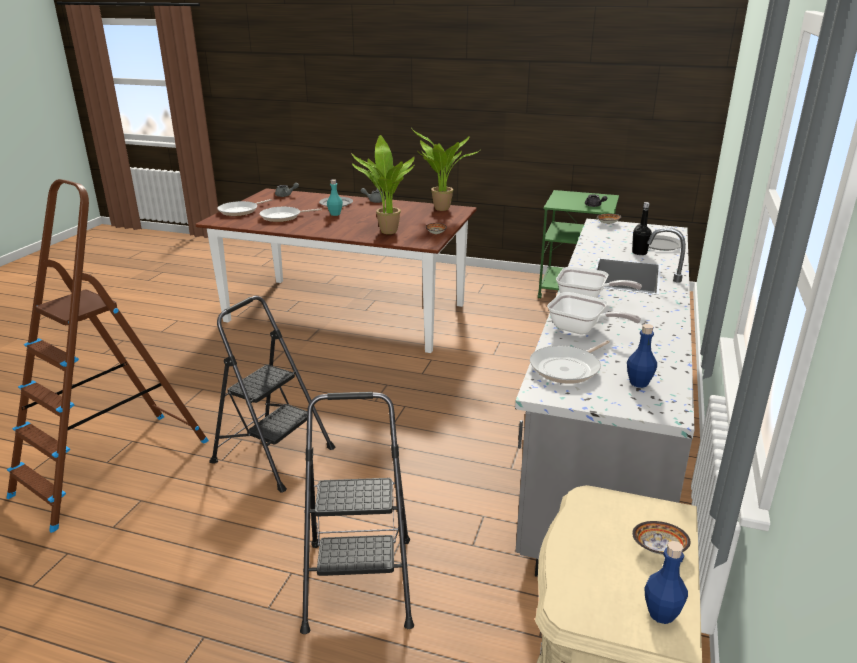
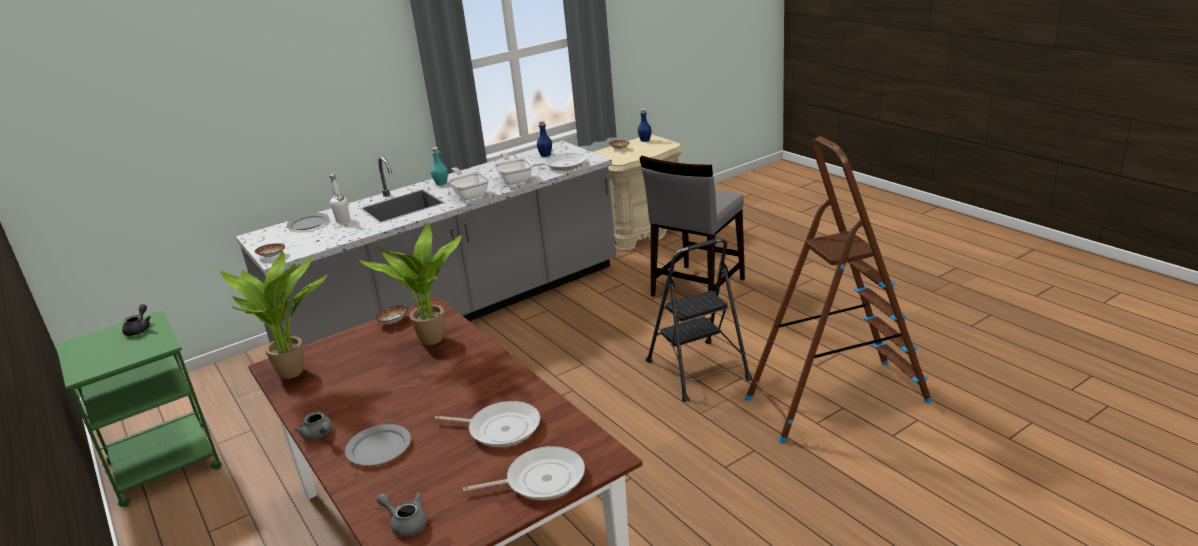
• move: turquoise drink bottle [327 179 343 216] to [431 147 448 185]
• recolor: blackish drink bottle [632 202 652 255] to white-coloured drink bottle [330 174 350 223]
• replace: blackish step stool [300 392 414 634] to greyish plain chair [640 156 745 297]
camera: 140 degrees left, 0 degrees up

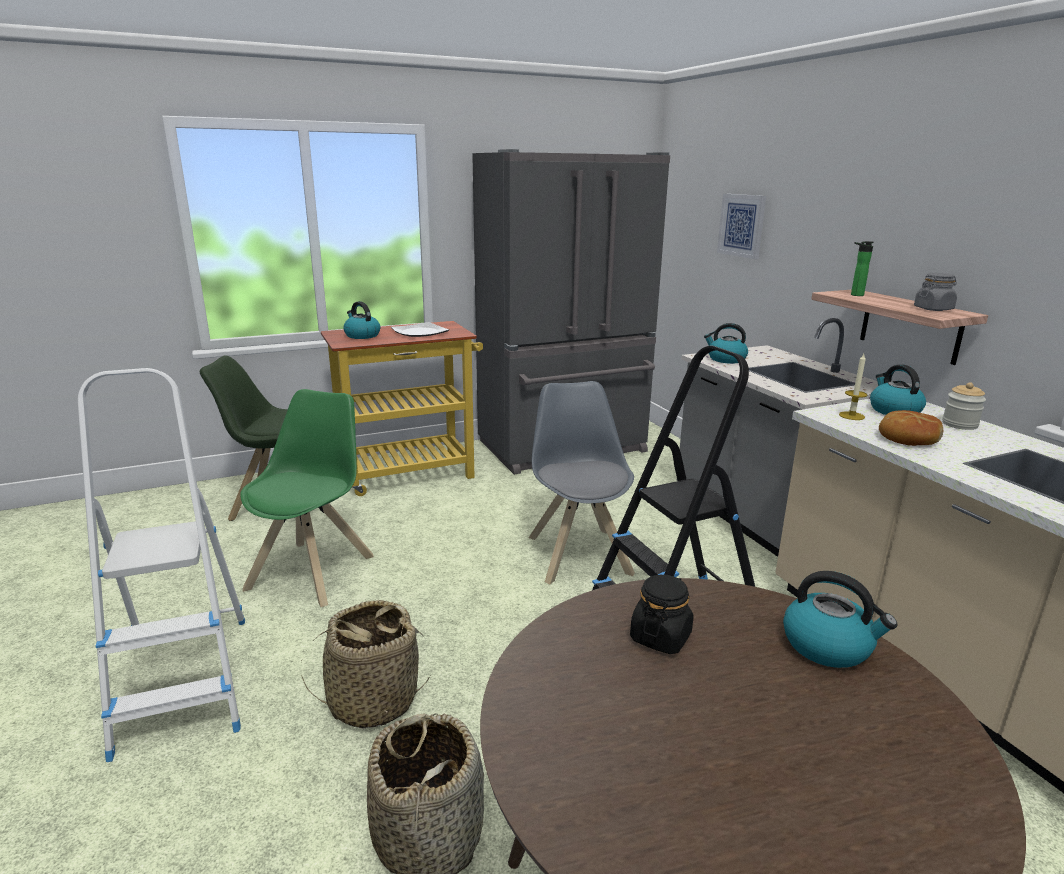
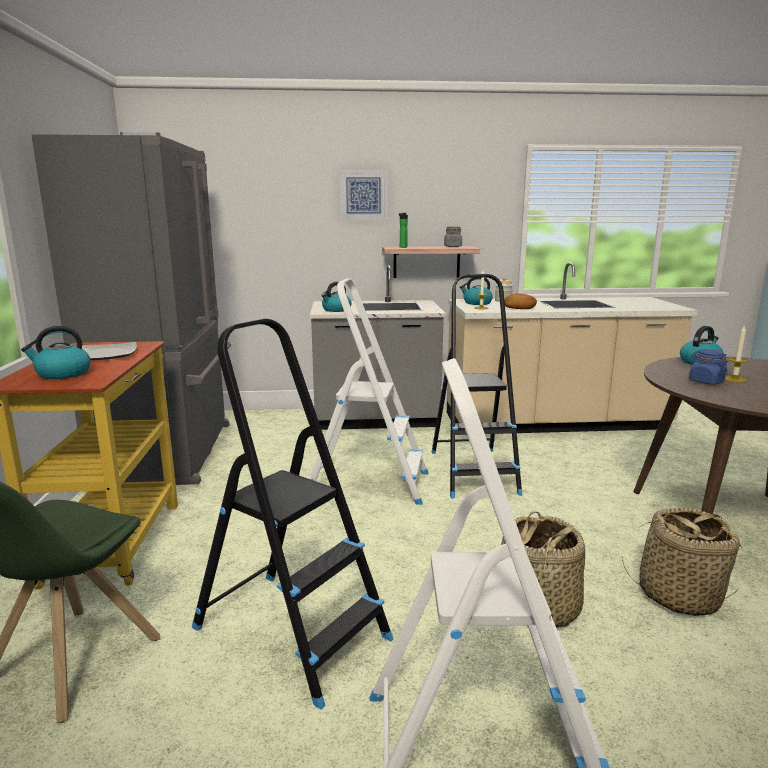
• move: wall art [717 194 766 259] to [339 170 387 220]
• replace: greyish plain chair [528 381 635 584] to white-coloured step stool [310 278 429 505]
• replace: green plain chair [240 389 374 607] to blackish step stool [192 319 393 709]
• recolor: blackish preserve jar [630 575 693 654] to blue-coloured preserve jar [689 349 728 384]
• insert: wax light [725 326 748 382]
camera: 70 degrees left, 5 degrees down

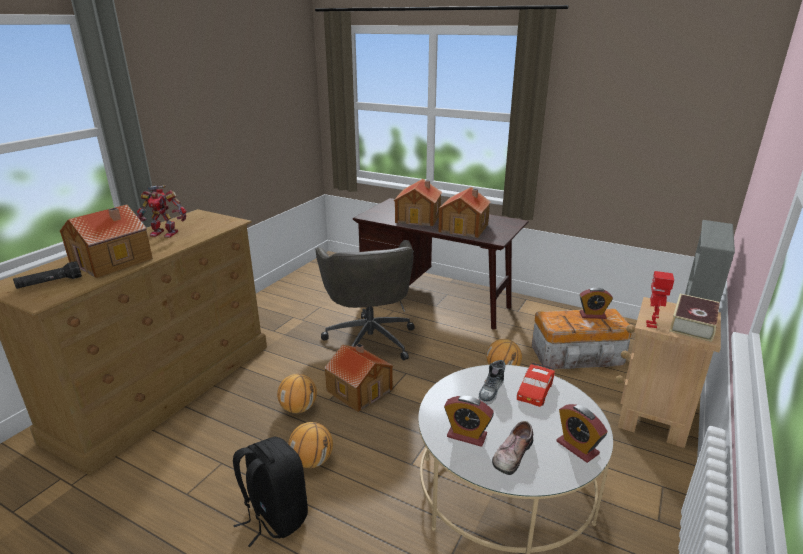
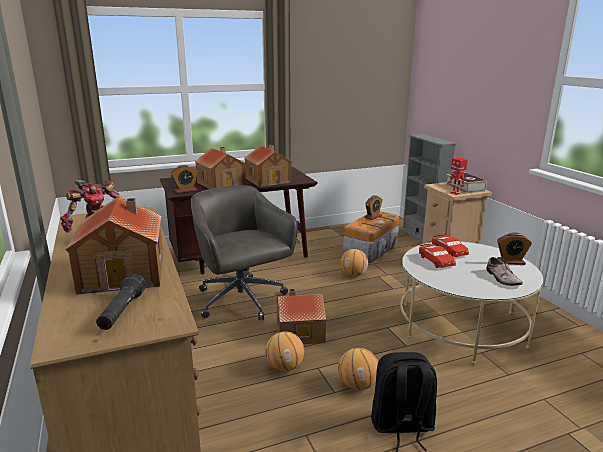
• rotate: greyish computer chair [315 240 415 360] = [191 185 298 320] 150 degrees counterclockwise
• replace: item of footwear [479 360 506 404] to reddish miniature car [419 243 456 268]
• move: bedside clock [444 396 494 447] to [170 165 198 194]
camera: 50 degrees left, 5 degrees down

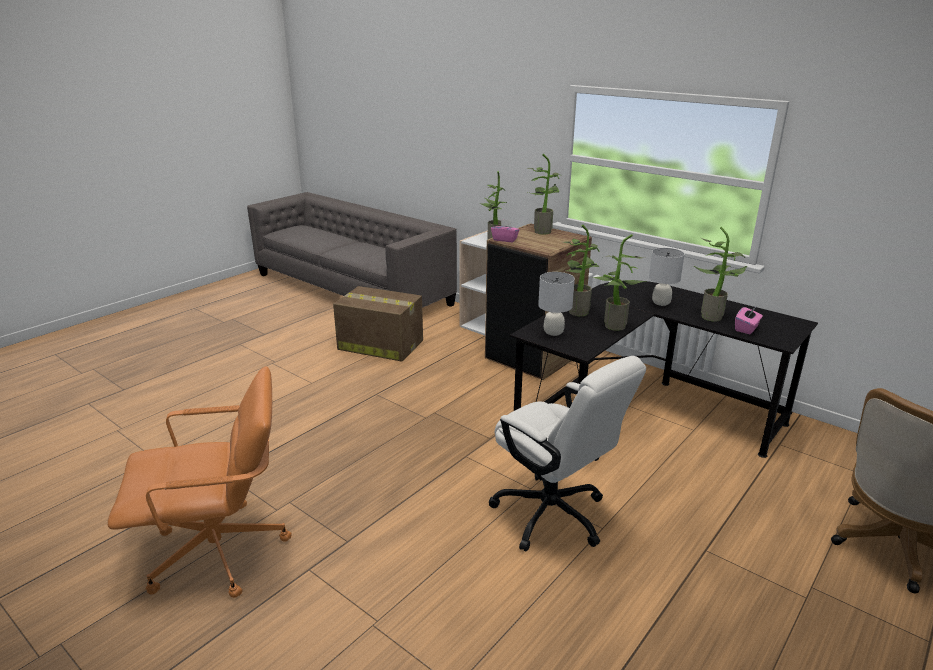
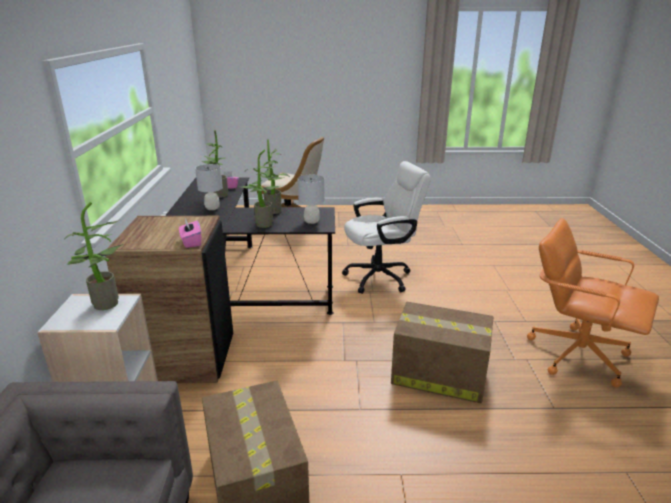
• delete: potted plant [528 154 560 235]
• rotate: white-coloured computer chair [488 356 646 551] = [342 161 431 294] 60 degrees clockwise
• insert: packing box [391 302 493 403]
camera: 130 degrees left, 0 degrees up

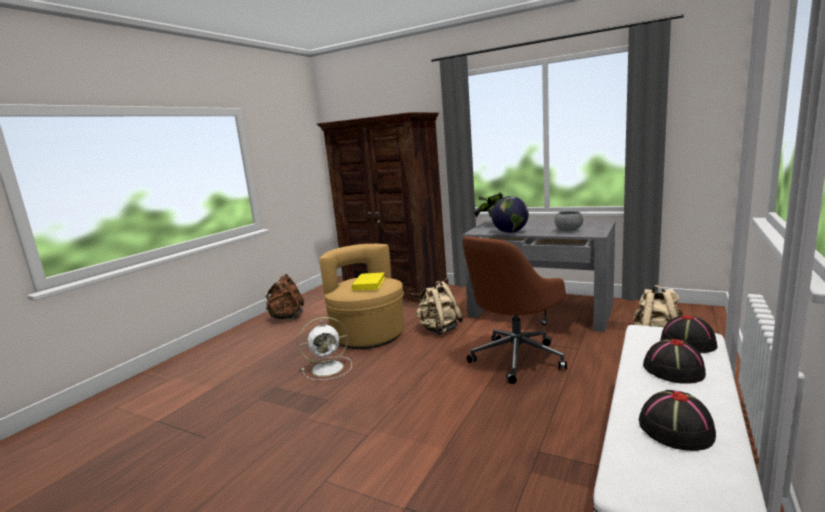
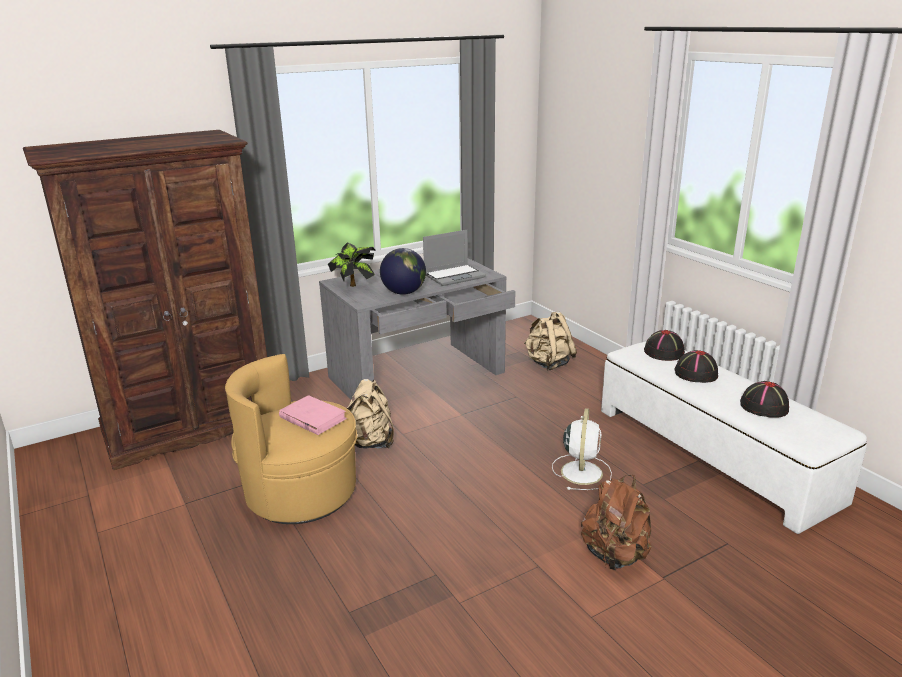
• replace: greyish serving bowl [555 211 583 232] to notebook computer [423 230 486 286]
• delete: brown-coloured computer chair [462 236 567 384]
• recolor: yellow bound book [351 273 386 291] to pink bound book [279 395 347 435]
• move: brown-coloured knapsack [265 274 304 319] to [581 475 651 570]
• move: white-coloured cooling fan [299 317 352 380] to [552 408 612 490]
camera: 60 degrees left, 10 degrees up

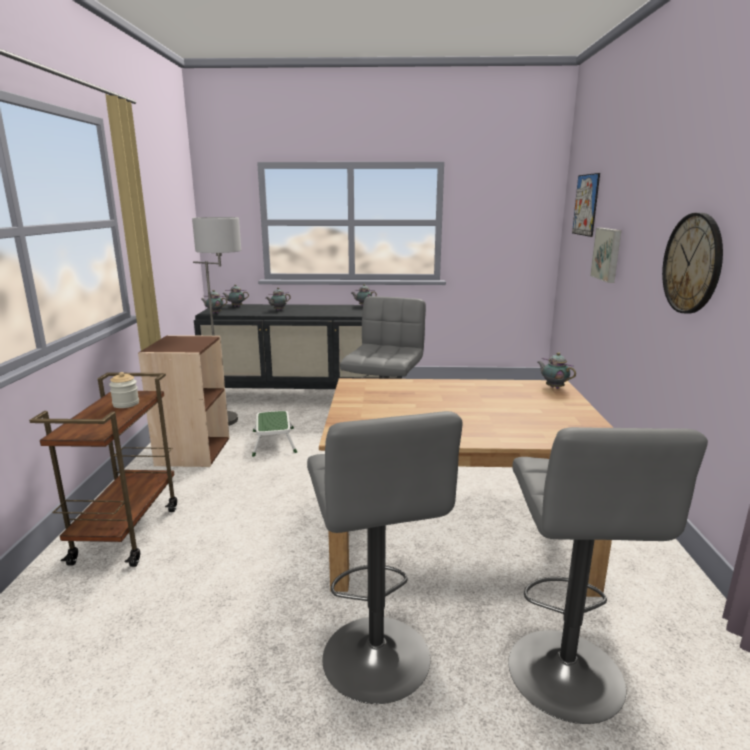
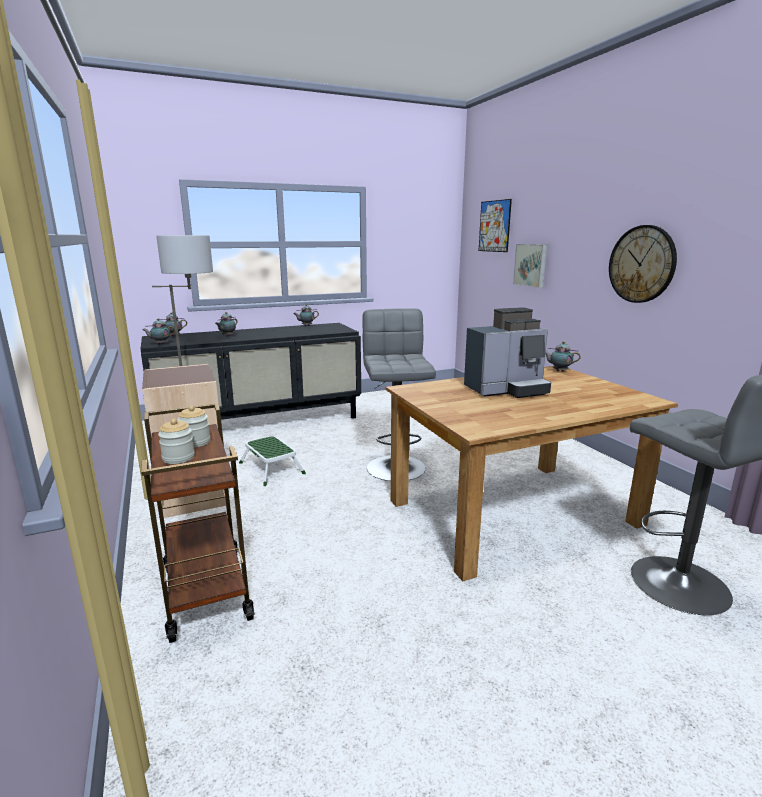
• delete: greyish sitting stool [307 411 462 704]
• insert: coffee brewer [464 307 551 398]
• insert: preserve jar [158 419 195 464]
camera: 25 degrees left, 0 degrees up

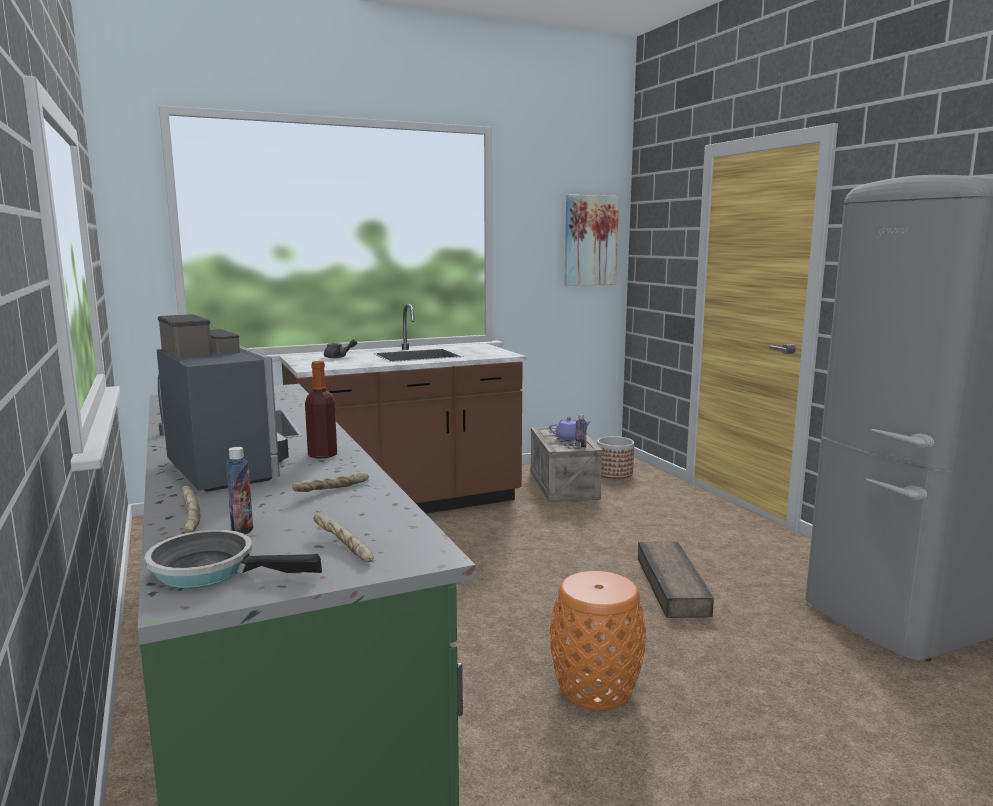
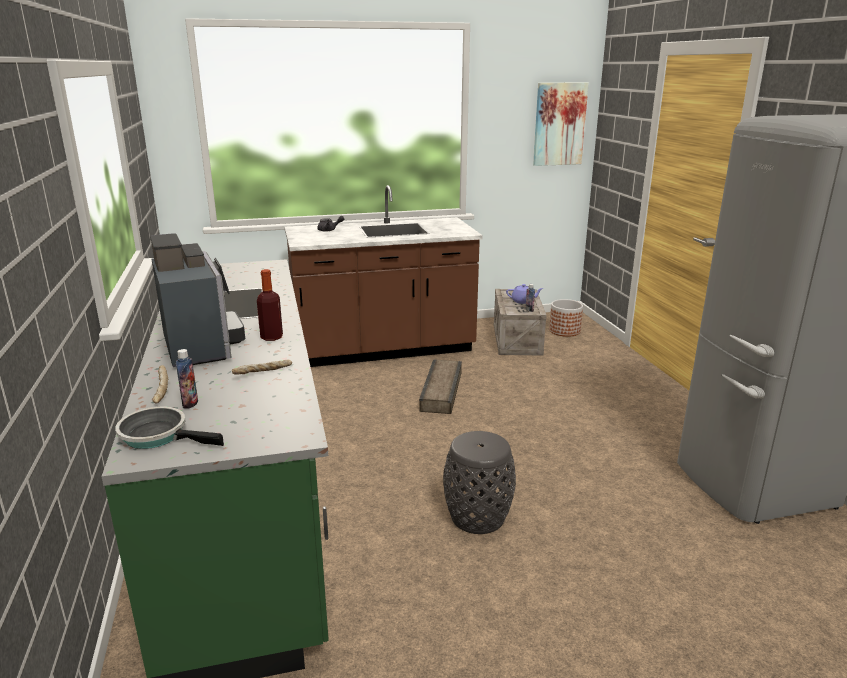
• delete: bakery bread [313 513 373 562]
• move: packing crate [638 542 714 618] to [419 359 462 414]
• recolor: orange-coloured sitting stool [550 571 646 711] to greyish sitting stool [443 431 516 534]
camera: 10 degrees right, 10 degrees up

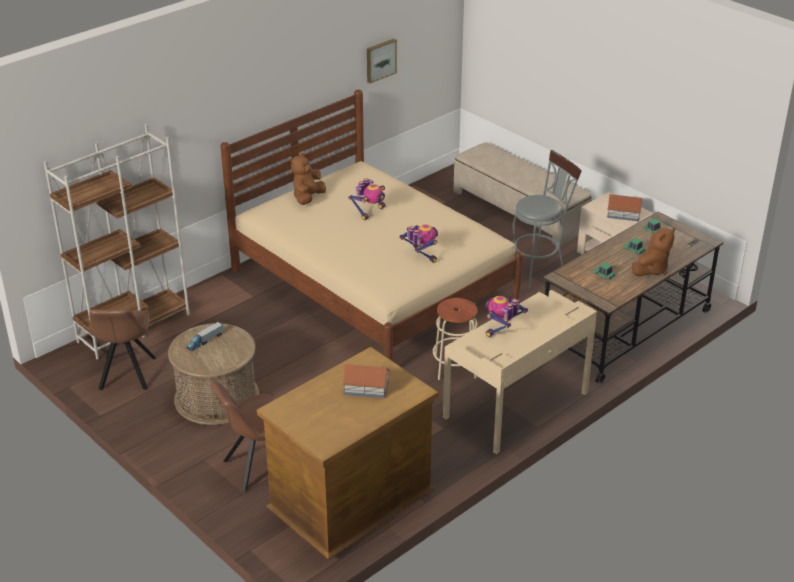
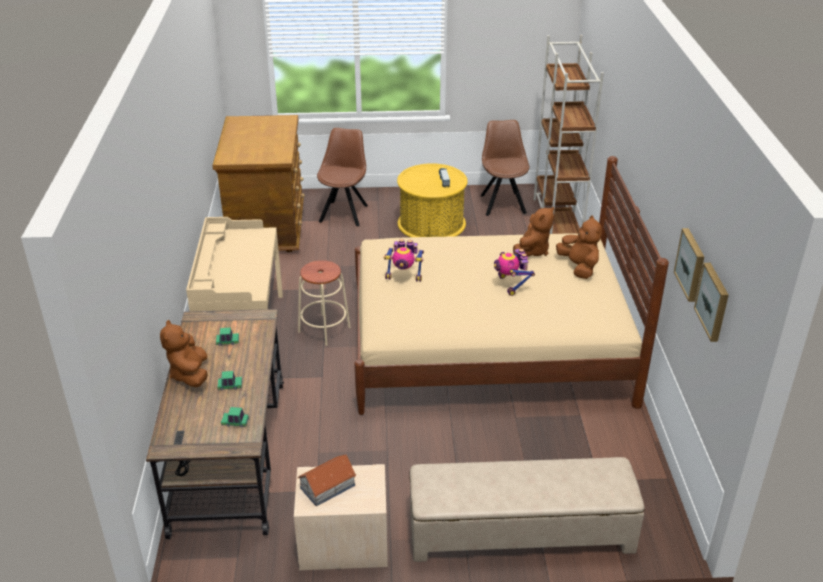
• delete: greyish sitting stool [513 150 582 289]
• delete: toy robot [486 296 528 337]
• rotate: brown-coloured plain chair [89 309 156 390] = [481 120 529 216] 45 degrees clockwise
• recolor: brown-coloured lounge table [168 323 259 425] to yellow lounge table [397 163 468 237]
• delete: toy house [342 364 390 398]
• insert: brown-coloured plush toy [513 207 554 256]
• insert: wall art [694 263 729 342]
camera: 130 degrees right, 0 degrees up

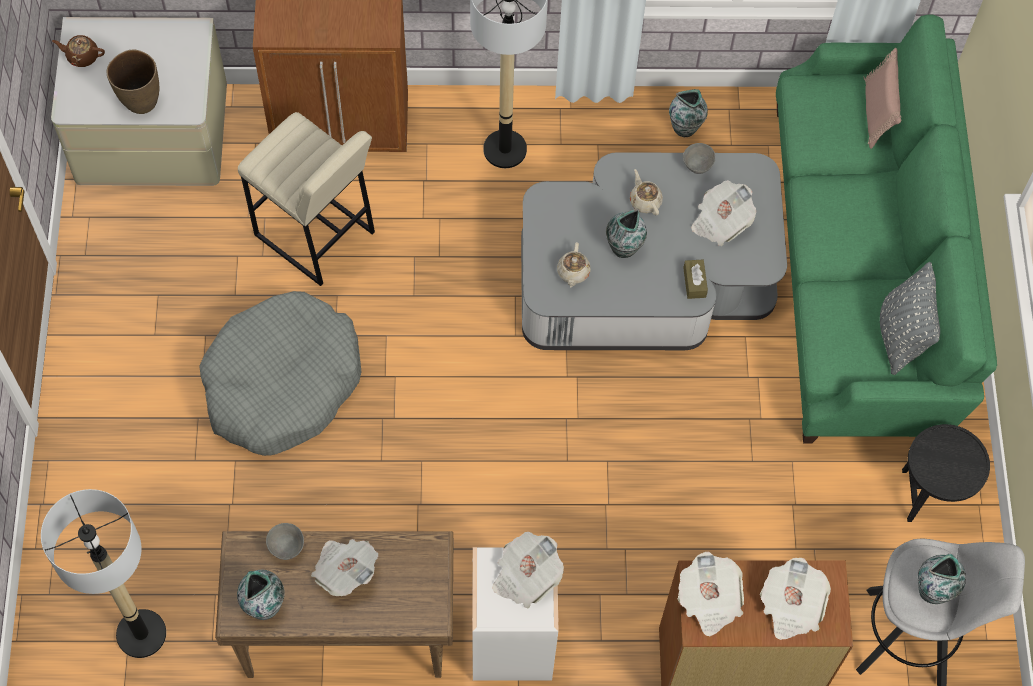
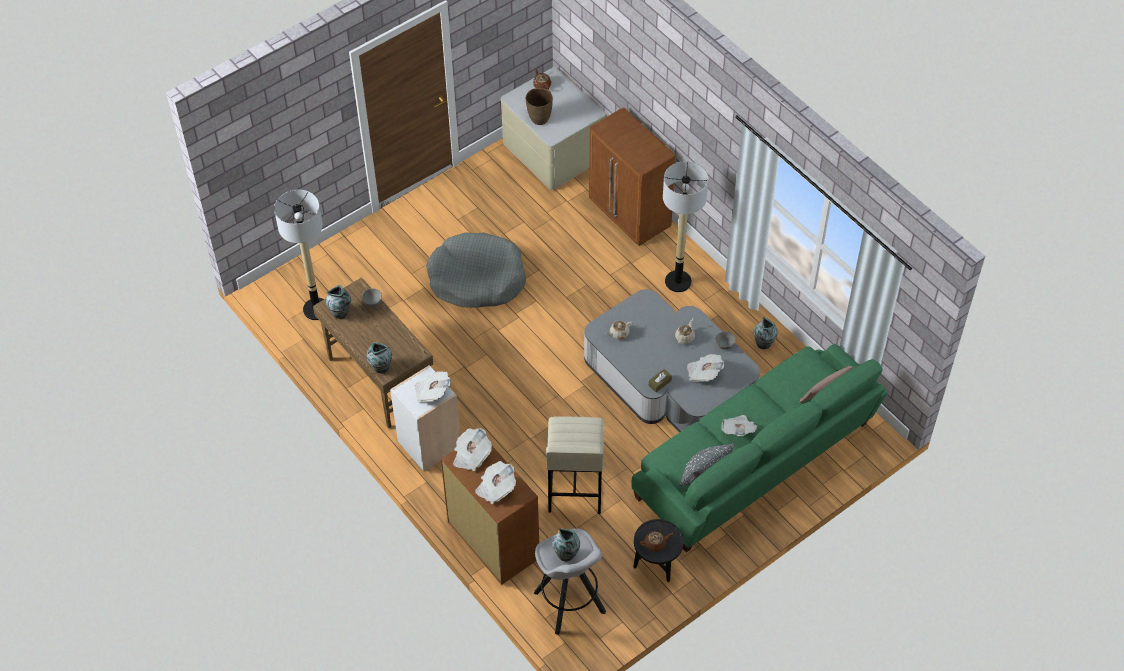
• move: sand-coloured sitting stool [238 112 375 286] to [546 416 604 514]
• move: flower vase [606 209 647 258] to [367 342 392 373]
• move: printed paper [311 539 378 596] to [721 415 758 436]
• insert: brown-coloured tea pot [640 531 673 552]
camera: 55 degrees right, 10 degrees down

